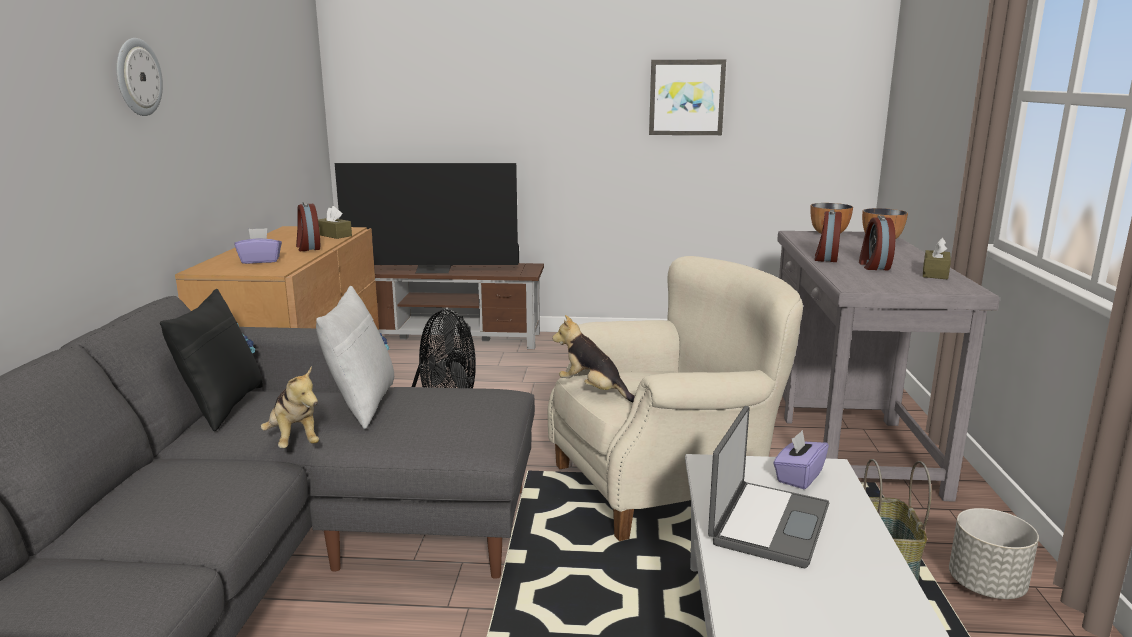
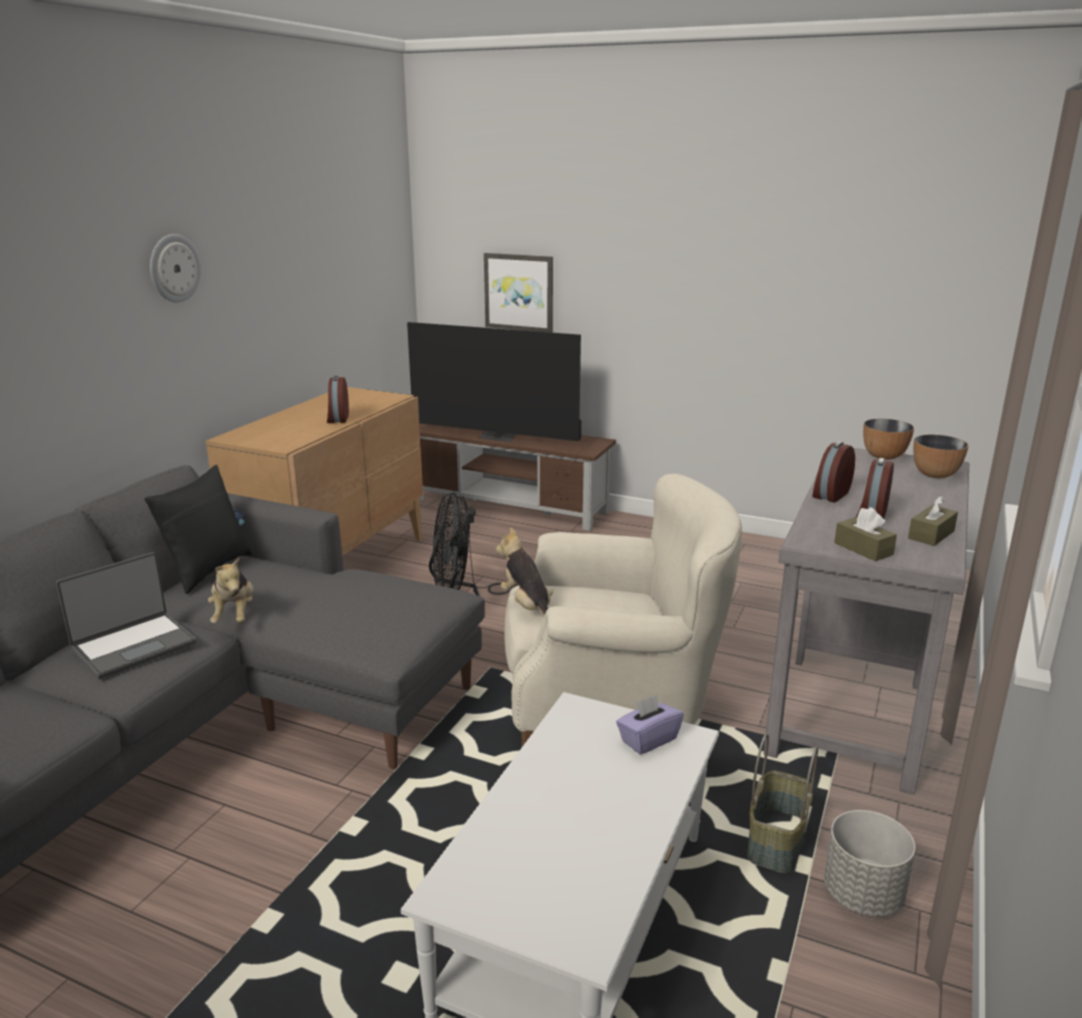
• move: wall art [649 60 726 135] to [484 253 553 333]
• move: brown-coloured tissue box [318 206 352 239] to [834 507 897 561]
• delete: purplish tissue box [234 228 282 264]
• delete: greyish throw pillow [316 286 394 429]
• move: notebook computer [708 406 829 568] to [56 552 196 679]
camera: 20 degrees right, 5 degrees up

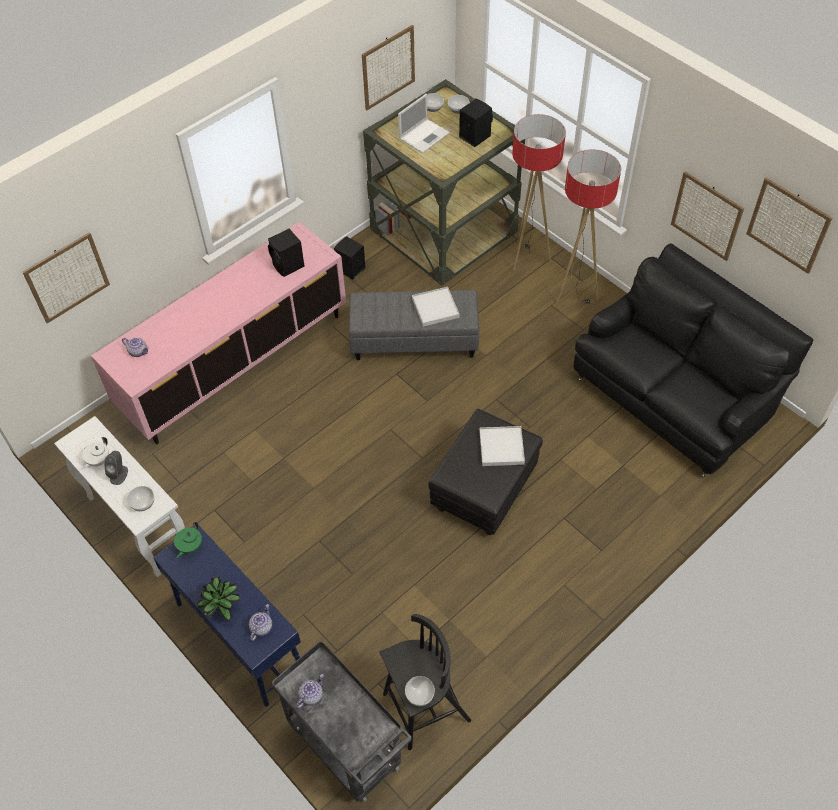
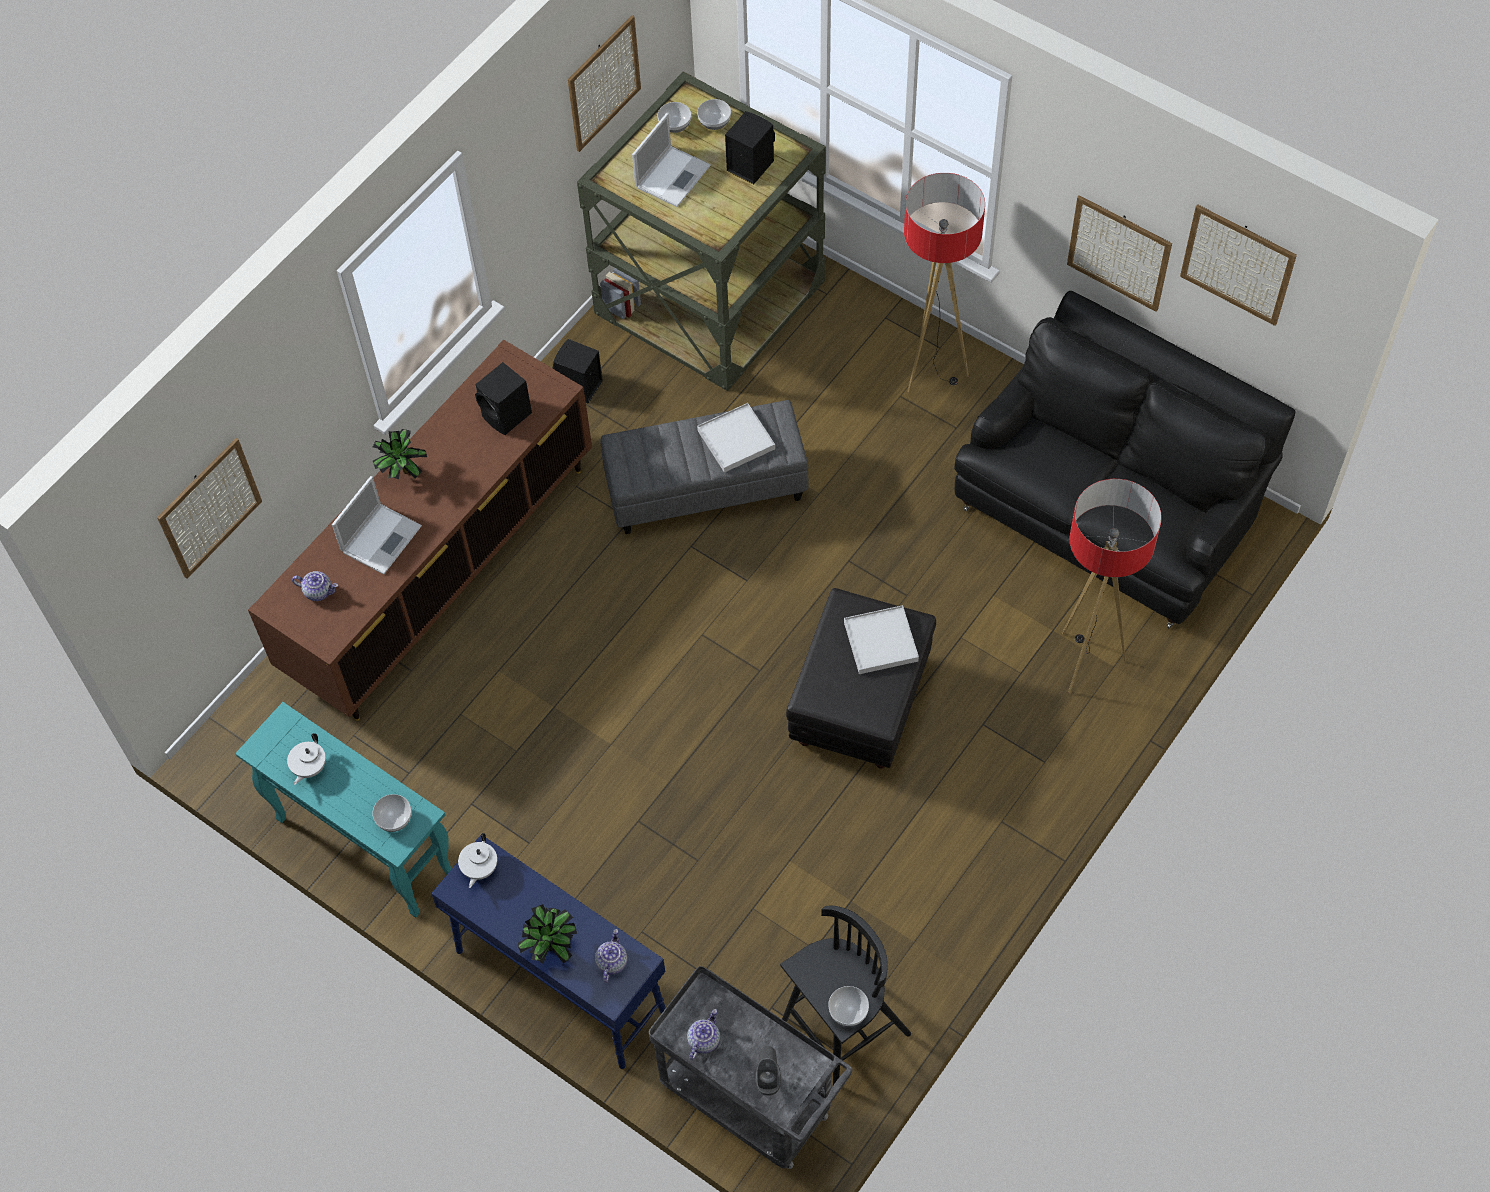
• move: floor lamp [512 114 566 271] to [1062 479 1162 693]
• recolor: pink cabinet [91 222 346 445] to brown-coloured cabinet [248 339 592 721]
• recolor: white-coloured console table [54 416 185 577] to turquoise console table [235 702 452 918]
• move: greyish speaker [104 451 128 485] to [756 1046 781 1096]
• recolor: green tea pot [174 522 202 558] to white-coloured tea pot [458 833 497 888]
• insert: potted plant [373 429 427 480]
• insert: notebook computer [332 476 422 575]
camera: 10 degrees left, 5 degrees up

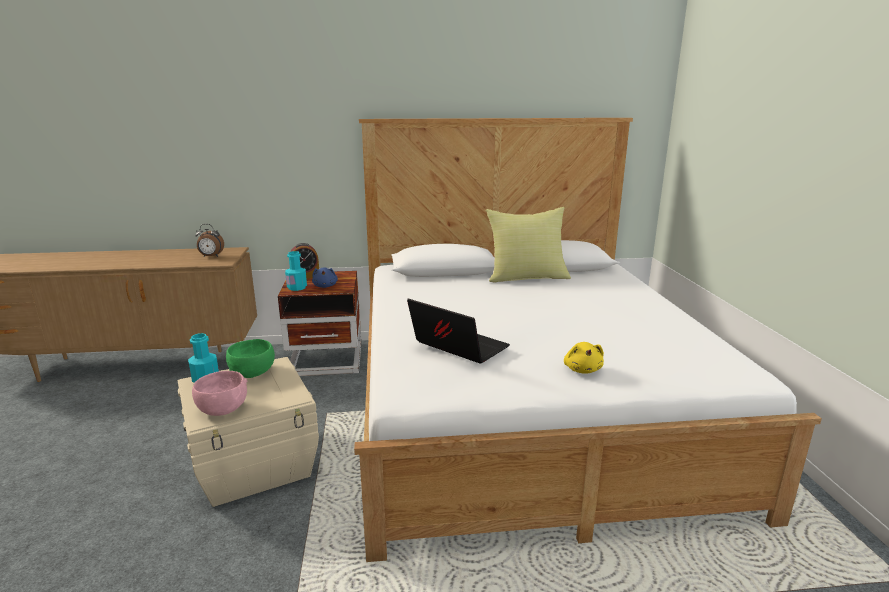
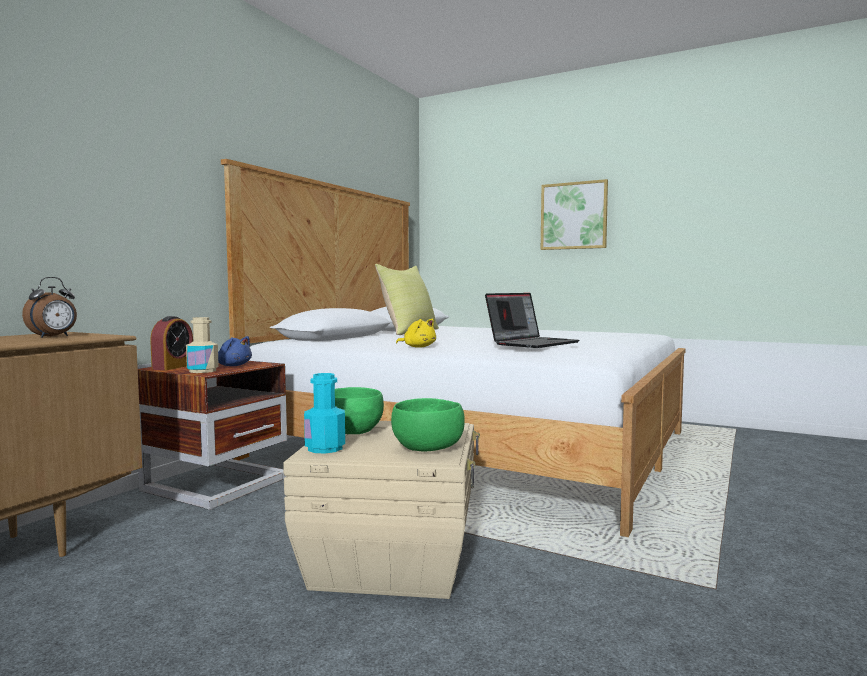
• recolor: turquoise drink bottle [285 251 307 291] to sand-coloured drink bottle [186 317 219 373]
• rotate: notebook computer [407 299 510 364] = [485 293 579 348] 150 degrees clockwise
• move: yellow plush toy [564 342 604 374] to [396 319 436 348]
• recolor: pink serving bowl [192 371 248 416] to green serving bowl [391 398 465 452]
• insert: wall art [541 179 608 250]
camera: 55 degrees left, 15 degrees down

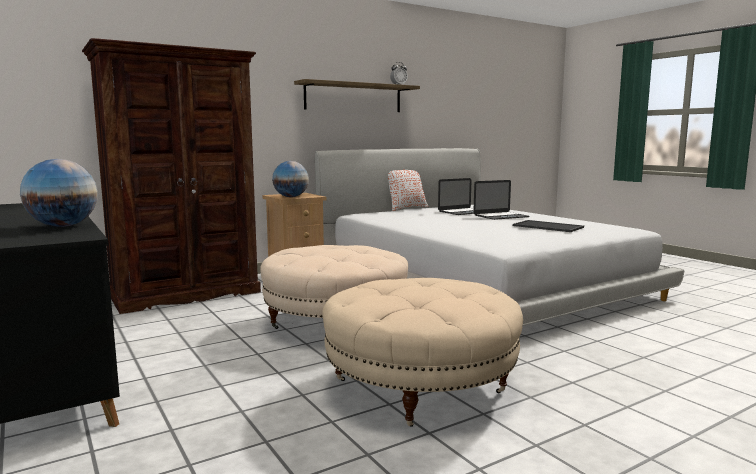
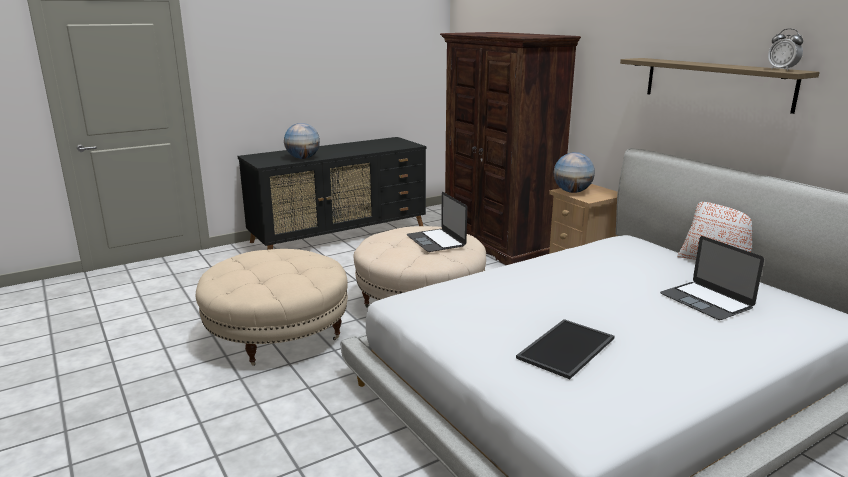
• move: notebook computer [473 180 530 220] to [407 192 467 252]
camera: 90 degrees right, 10 degrees up

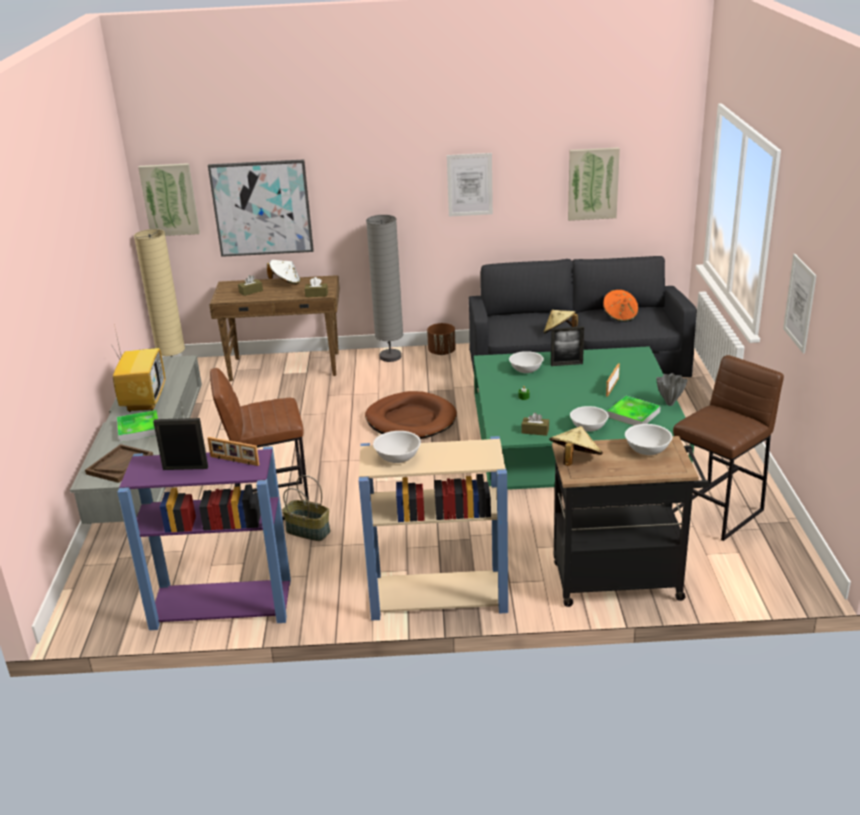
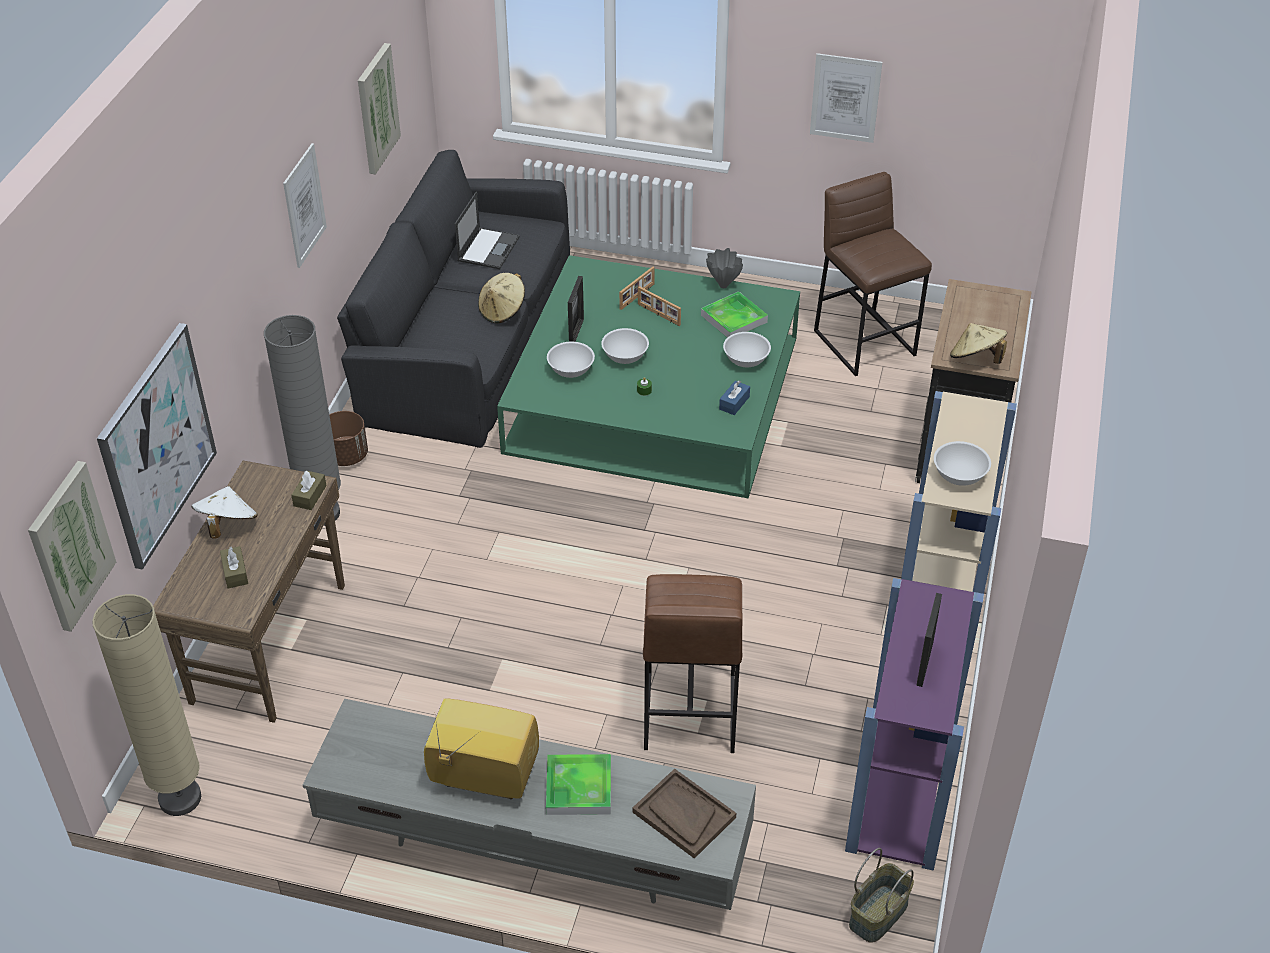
• replace: orange-coloured hat [603 290 639 322] to notebook computer [455 192 520 269]
• delete: brown-coloured dog bed [365 391 457 439]
• recolor: brown-coloured tissue box [521 413 549 436] to blue-coloured tissue box [719 381 750 415]
• move: white-coloured serving bowl [625 424 673 455] to [601 328 649 364]
• move: photo frame [207 437 259 466] to [619 267 655 310]
• move: household basket [282 475 331 541] to [849 848 914 943]
camera: 75 degrees left, 15 degrees up

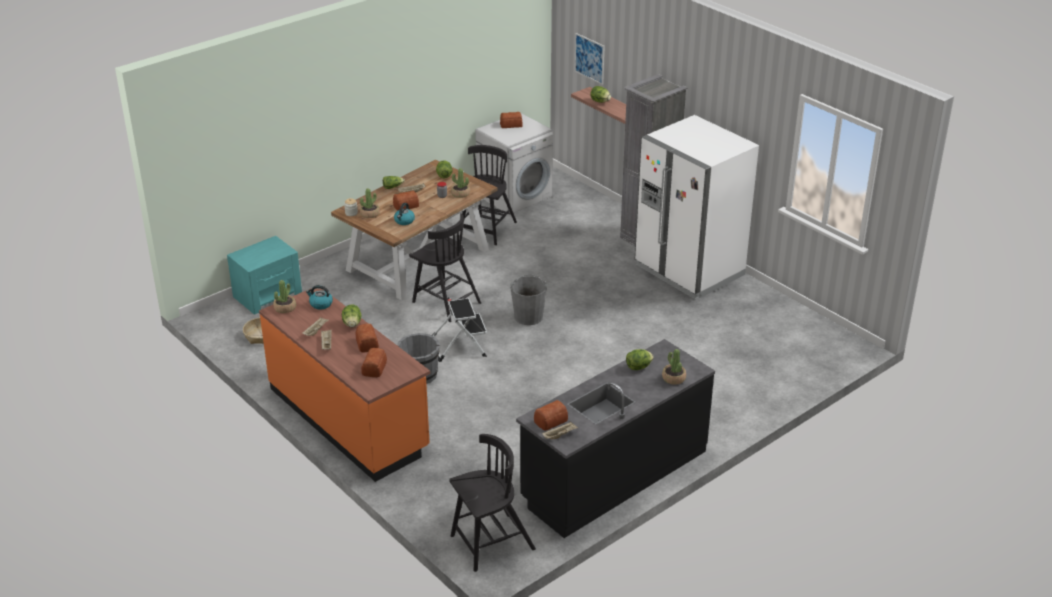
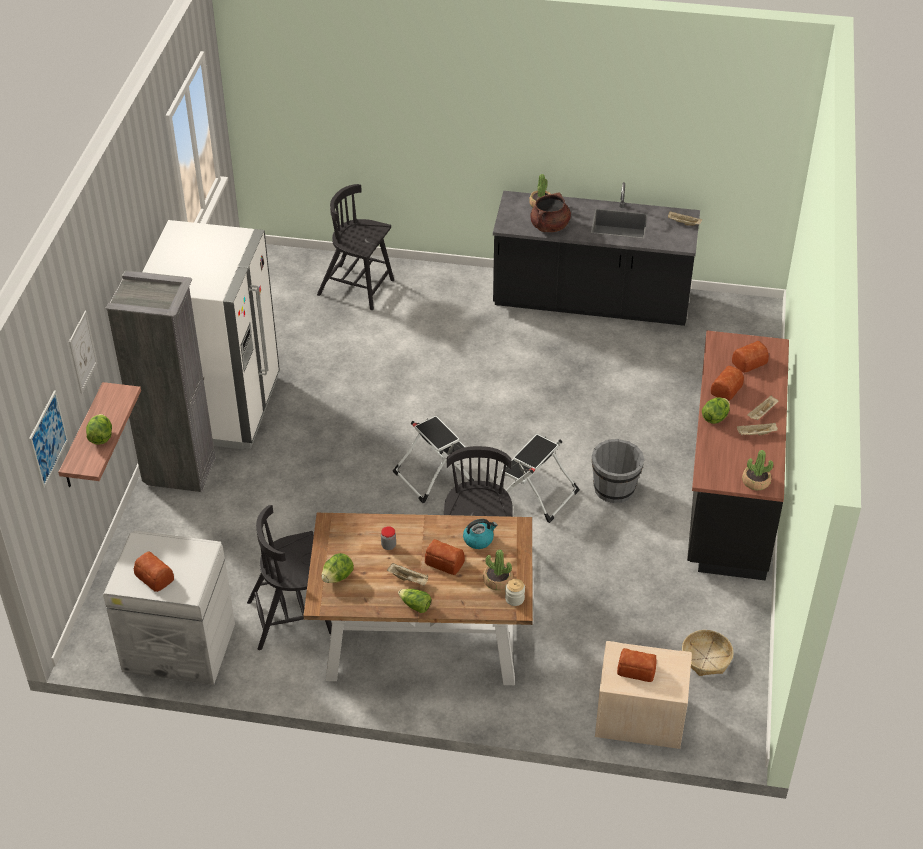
• delete: potted plant [451 168 470 198]
• recolor: turquoise nightstand [227 236 302 315] to sand-coloured nightstand [595 641 692 749]
• replace: greyish pail [510 274 547 325] to step stool [393 416 474 503]
• delete: tea kettle [306 285 333 310]
• recolor: orange-coloured counter [259 288 430 482] to blackish counter [687 331 789 581]
• replace: lettuce [626 349 654 370] to brown-coloured stockpot [530 193 571 232]
• move: bakery bread [534 400 568 431] to [617 648 657 682]
• move: blackish plain chair [449 434 536 572] to [317 184 394 310]
• insert: wall art [69 311 98 394]
camera: 130 degrees left, 10 degrees up

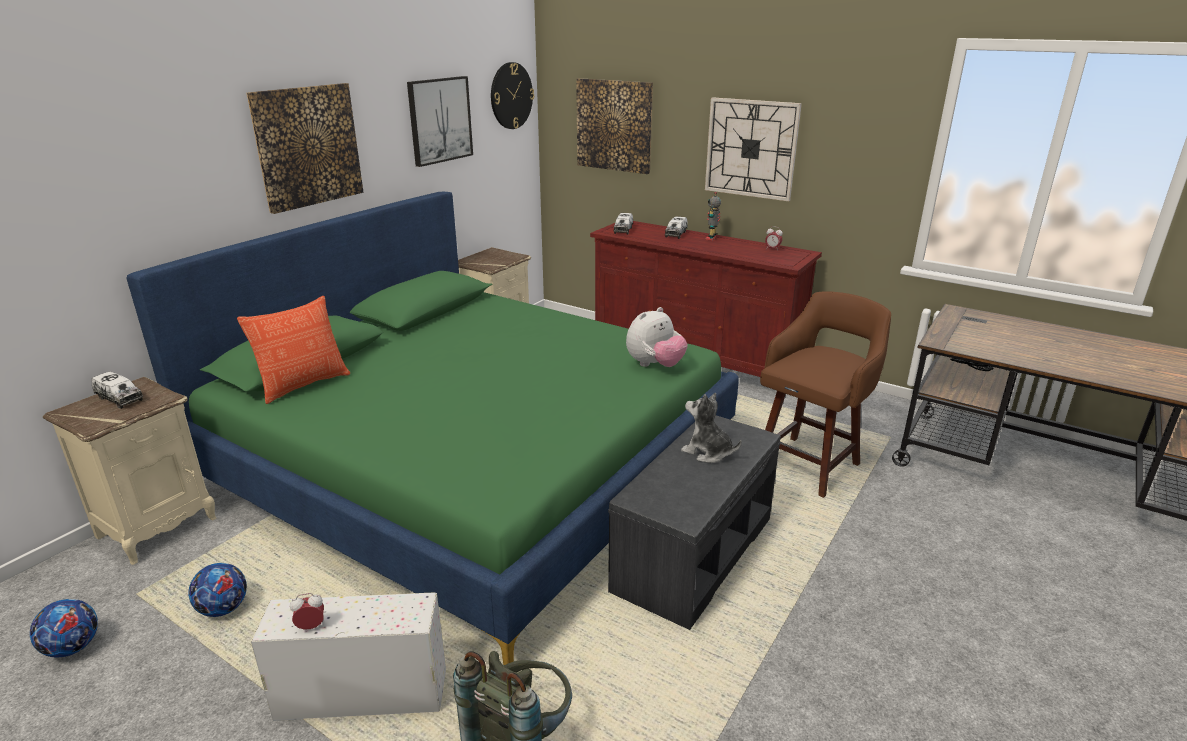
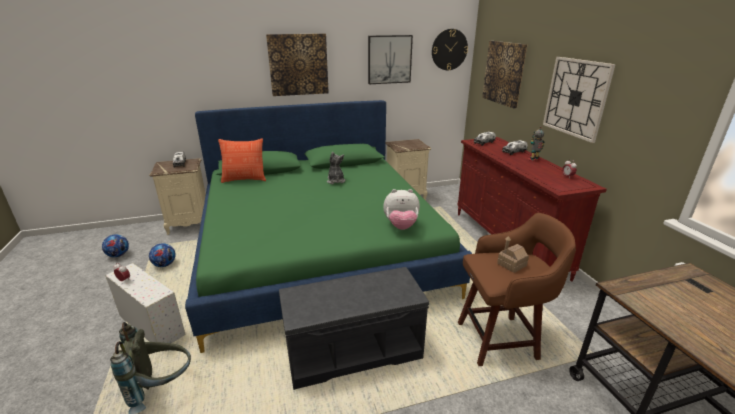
• move: plush toy [681 393 742 463] to [327 152 345 184]
• insert: toy house [497 236 529 273]
camera: 40 degrees right, 0 degrees up

